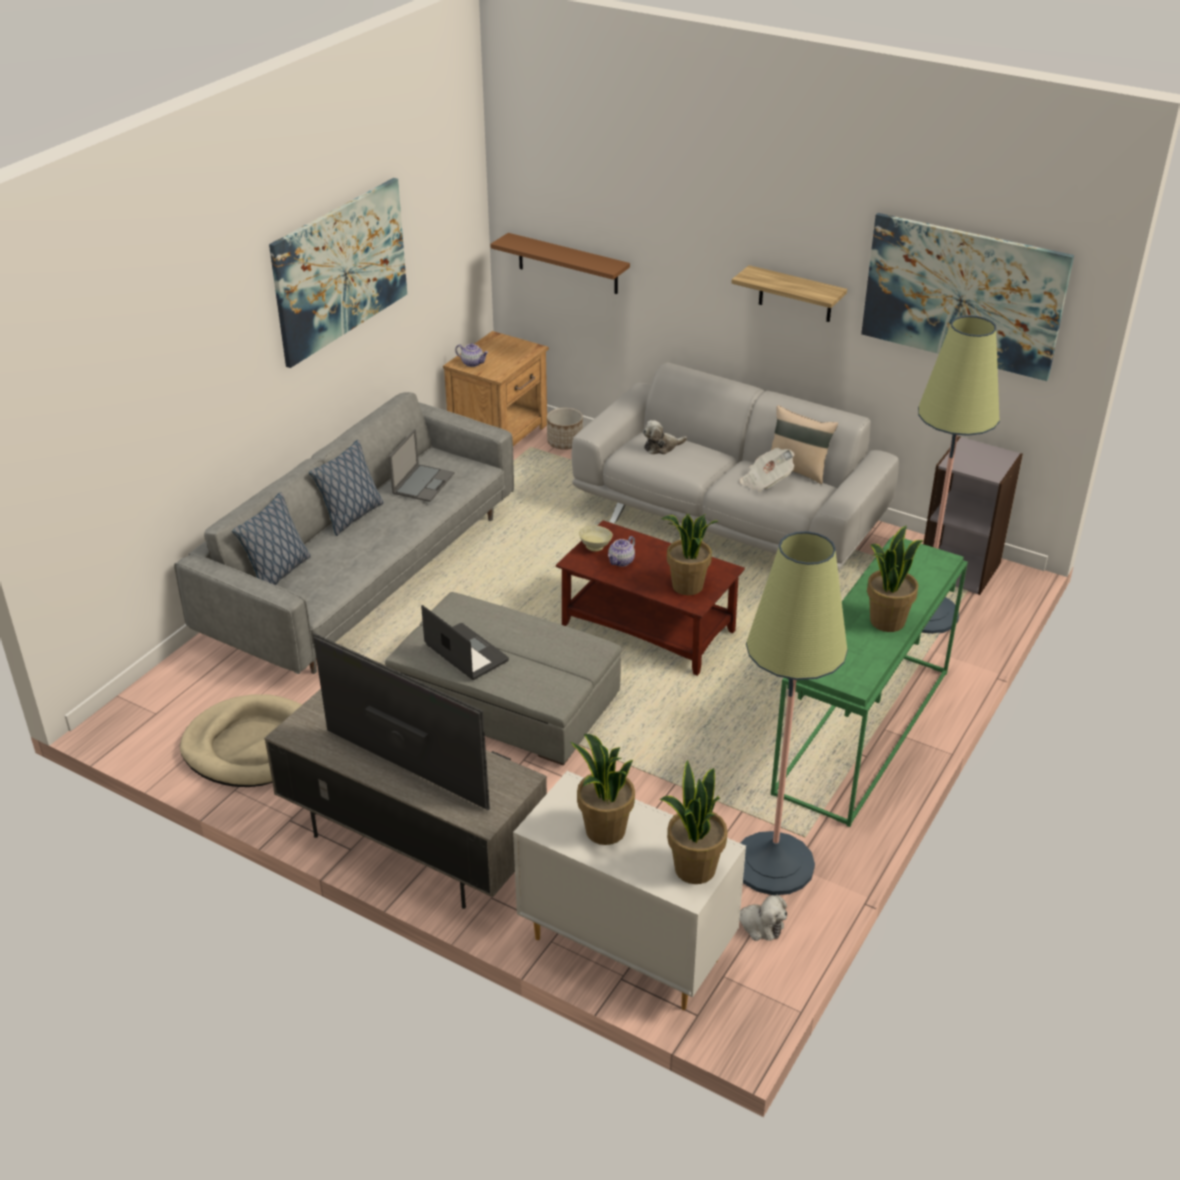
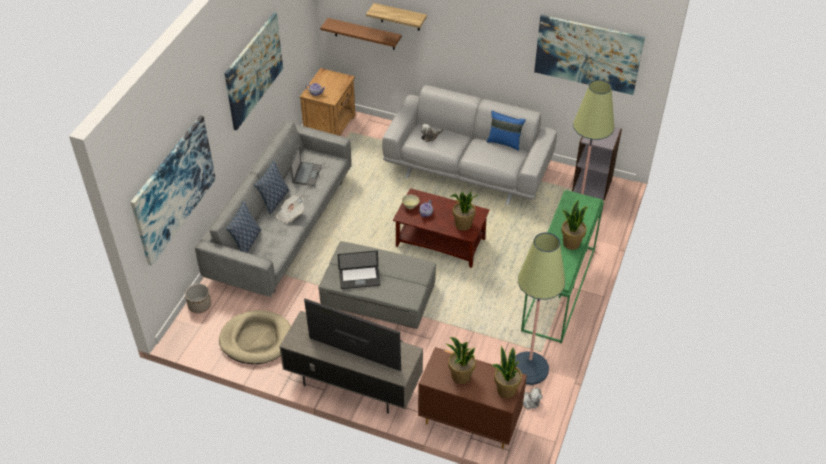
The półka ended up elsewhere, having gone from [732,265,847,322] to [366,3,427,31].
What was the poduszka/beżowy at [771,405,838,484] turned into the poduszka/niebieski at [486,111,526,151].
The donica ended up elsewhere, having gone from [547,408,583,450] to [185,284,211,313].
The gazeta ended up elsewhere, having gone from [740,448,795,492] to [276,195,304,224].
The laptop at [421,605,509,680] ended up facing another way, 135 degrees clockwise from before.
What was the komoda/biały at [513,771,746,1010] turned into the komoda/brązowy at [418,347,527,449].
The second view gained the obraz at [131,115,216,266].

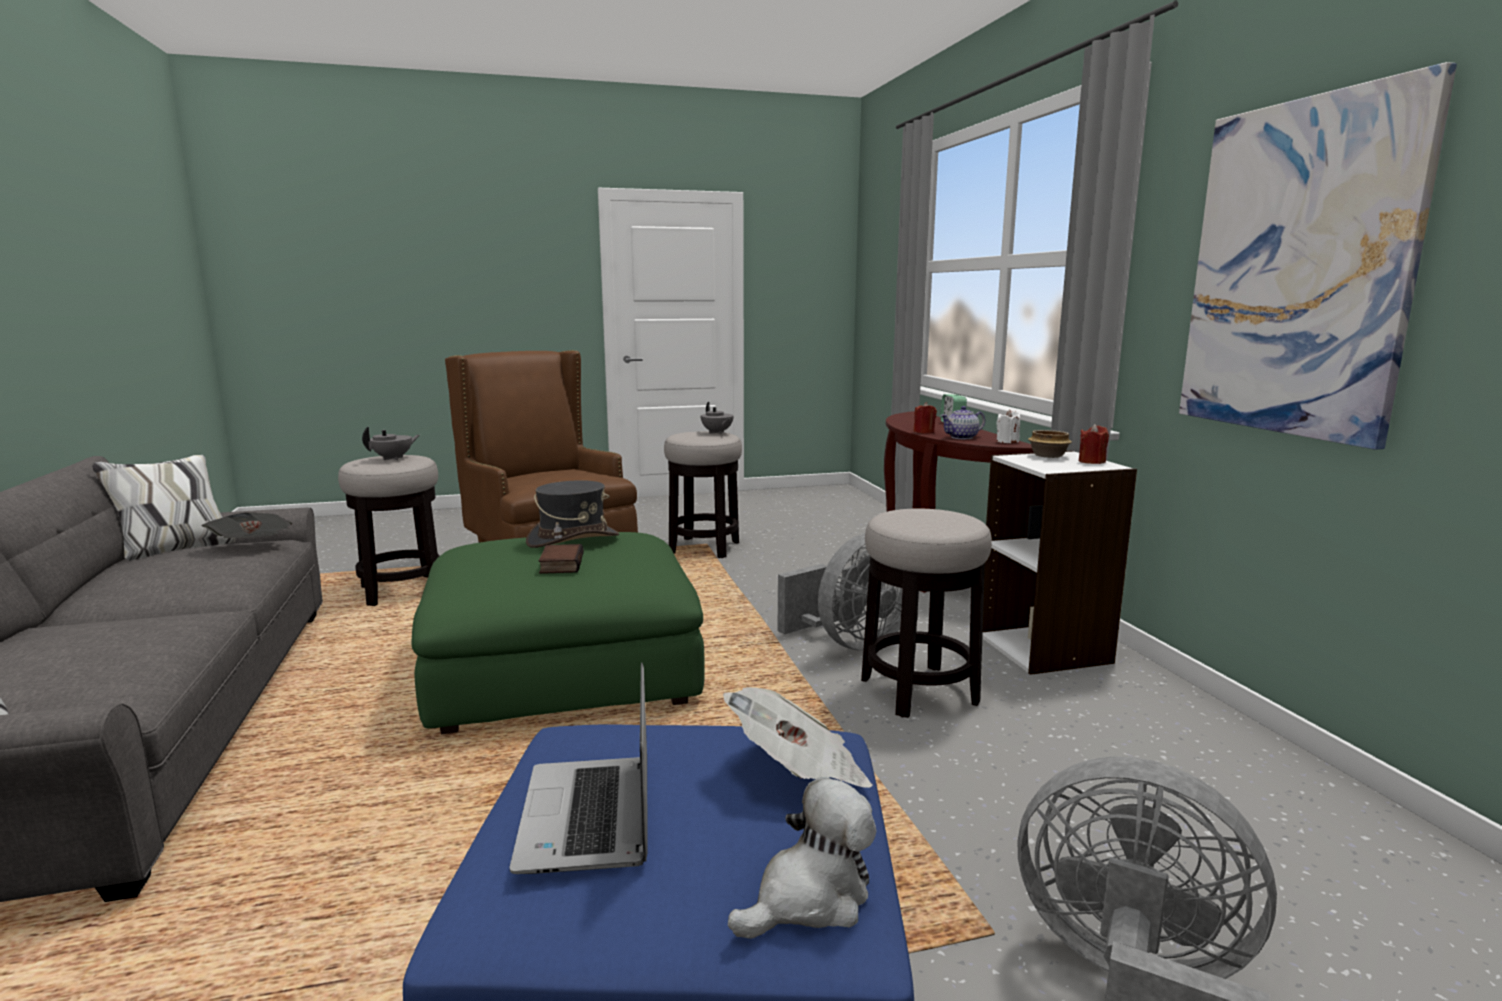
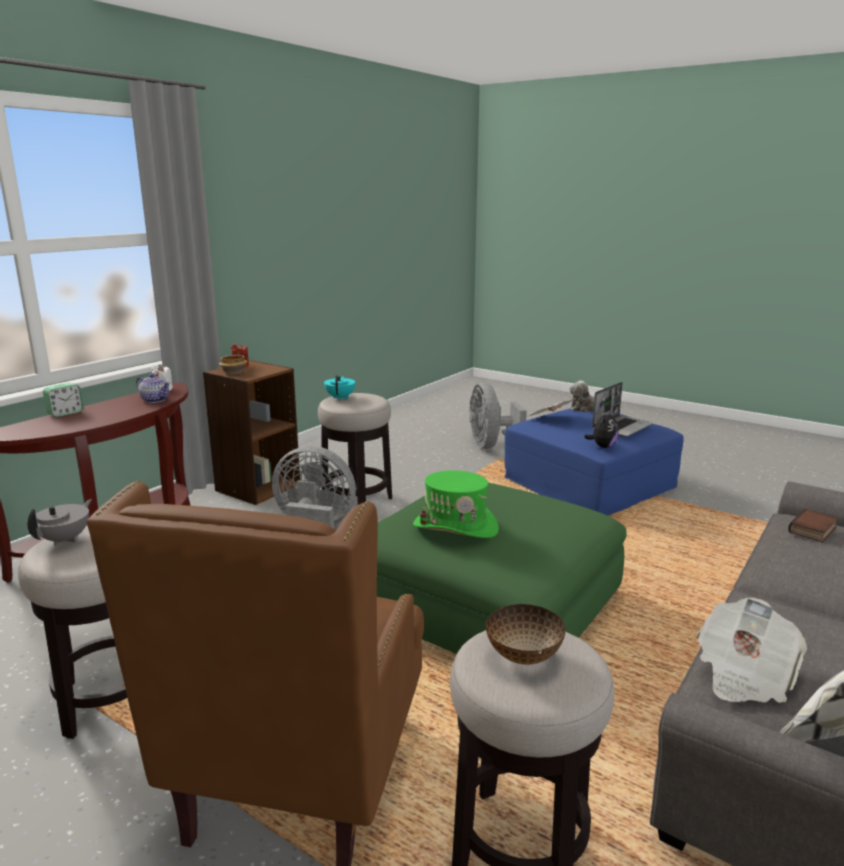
The second view lost the obraz at [1179,62,1457,450].
The second view lost the świeca/czerwony at [913,402,937,434].
Where the imbryk/szary stood at [362,427,420,460], the miska came to stand at [485,604,566,665].
What was the regał/biały at [982,451,1137,675] turned into the regał/brązowy at [203,360,300,505].
What was the kapelusz/szary at [526,480,619,548] turned into the kapelusz/zielony at [413,470,499,538].
The książka ended up elsewhere, having gone from [539,544,584,574] to [788,509,838,542].
The second view gained the imbryk/turkusowy at [324,375,355,400].
The second view gained the pluszak at [584,410,619,448].

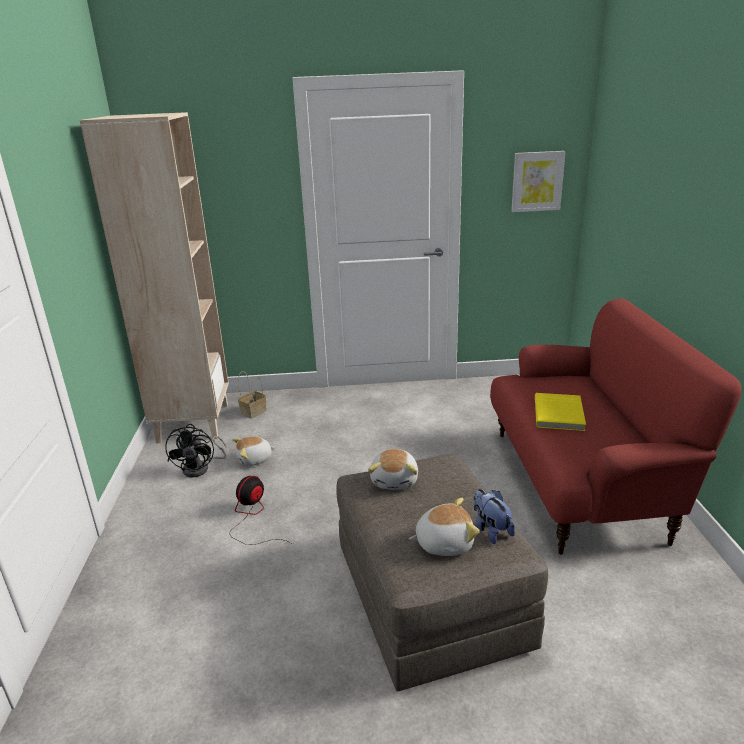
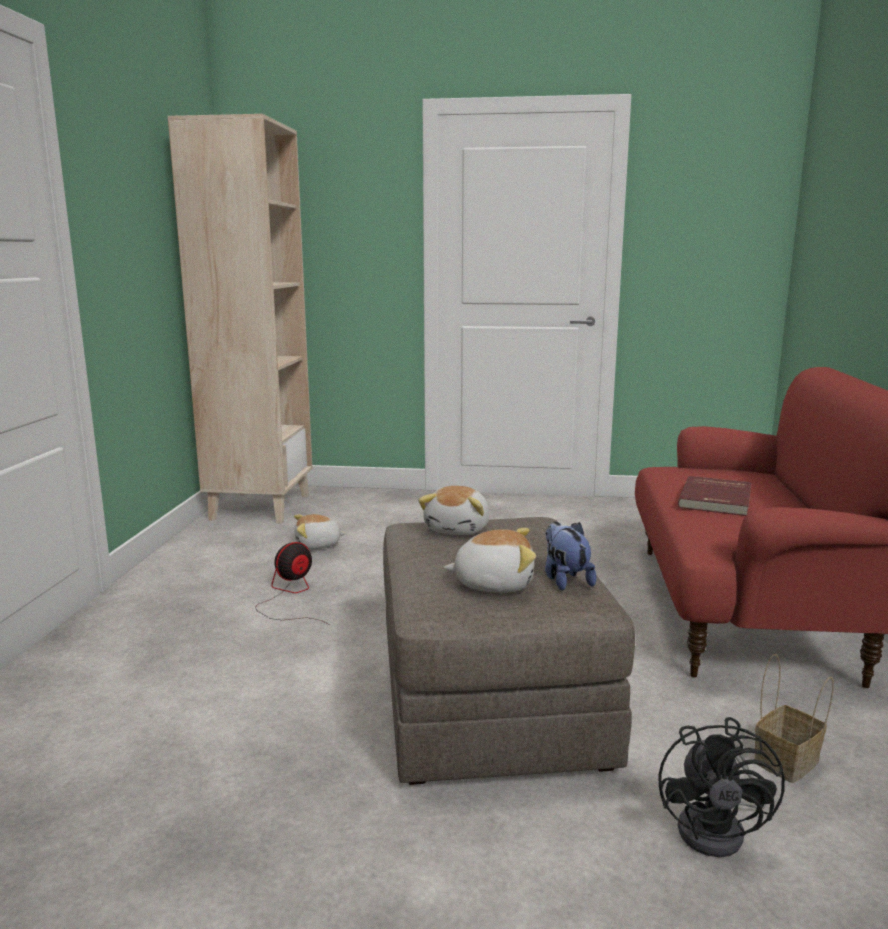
The second view lost the obraz at [511,151,566,212].
The koszyk ended up elsewhere, having gone from [238,371,267,418] to [754,654,834,783].
What was the książka/żółty at [535,393,586,431] turned into the książka/czerwony at [678,476,751,516].
The wentylator/czarny ended up elsewhere, having gone from [165,424,226,477] to [659,717,785,857].

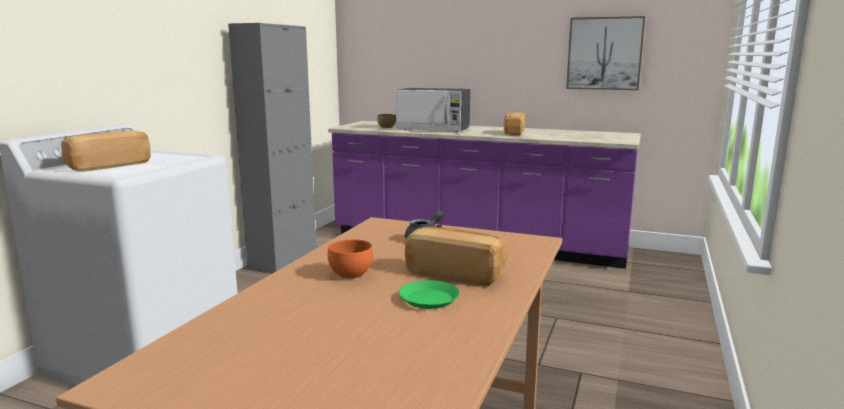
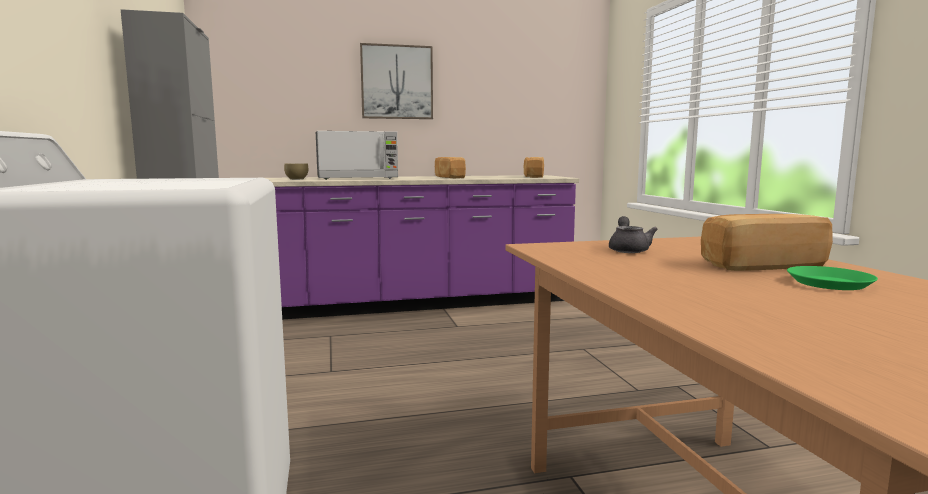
The obraz ended up elsewhere, having gone from [566,16,645,90] to [360,43,433,119].
The chleb ended up elsewhere, having gone from [61,131,150,172] to [524,157,544,178].
The second view lost the miska/pomarańczowy at [328,239,373,279].

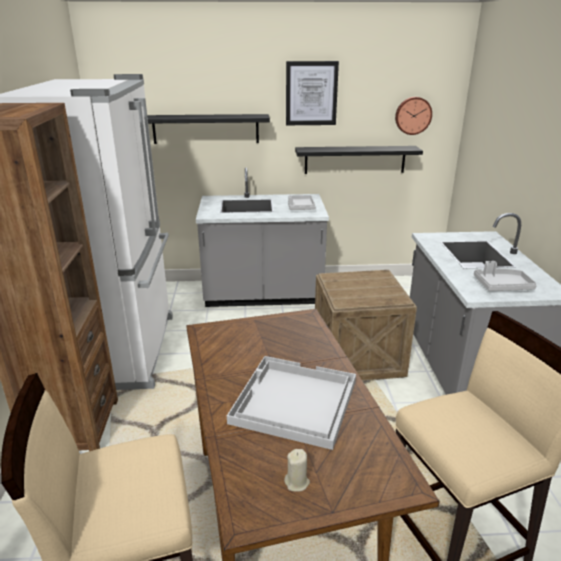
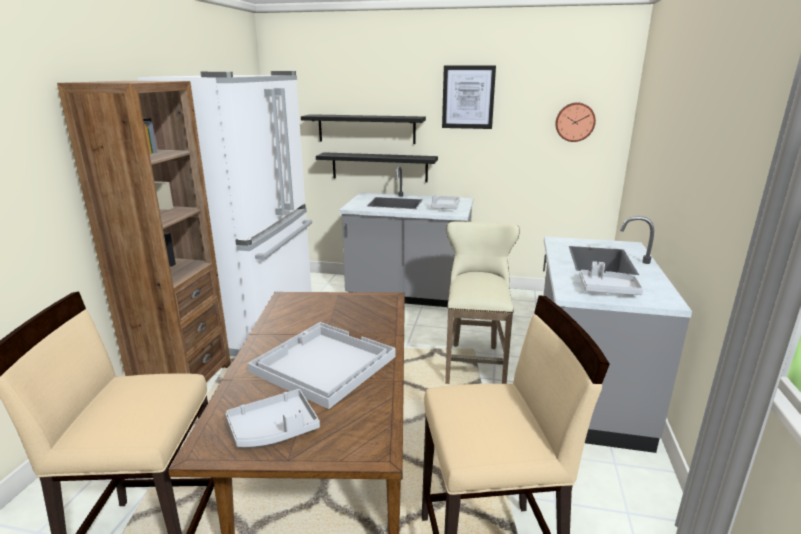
The półka/czarny ended up elsewhere, having gone from [295,146,423,174] to [316,152,438,182].
Where the skrzynka stood at [315,270,417,380], the stołek/beżowy came to stand at [445,221,520,384].
Where the świeca/beżowy stood at [284,449,310,492], the taca/szary came to stand at [226,389,320,447].

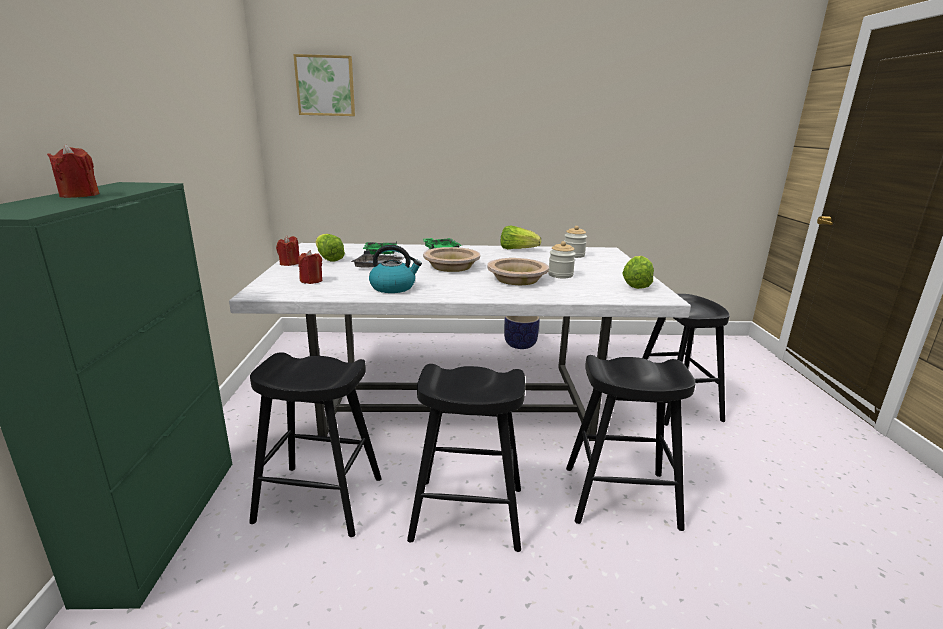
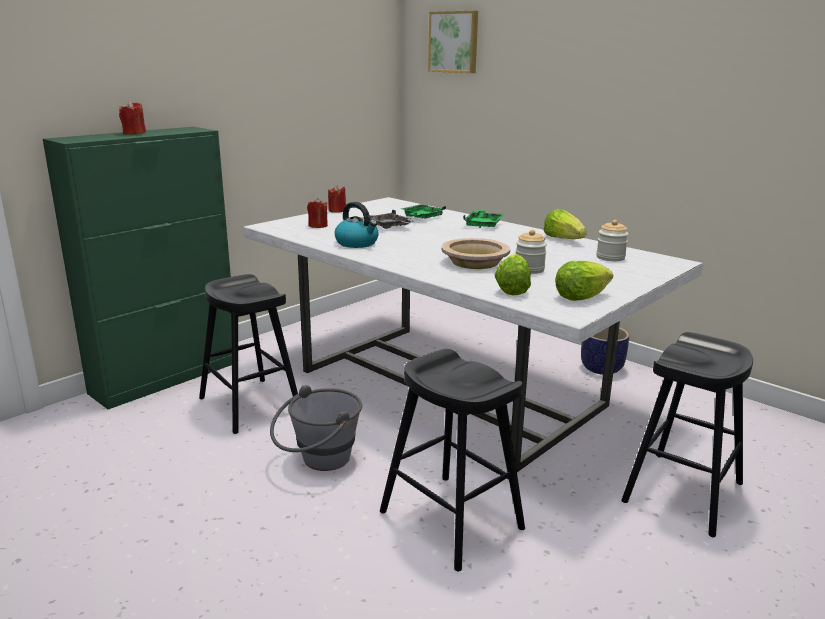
The sałata ended up elsewhere, having gone from [316,234,345,262] to [495,254,531,295].
The second view lost the miska/beżowy at [423,247,480,272].
Where the stołek/czarny stood at [407,364,525,552], the wiadro/szary came to stand at [270,385,362,471].

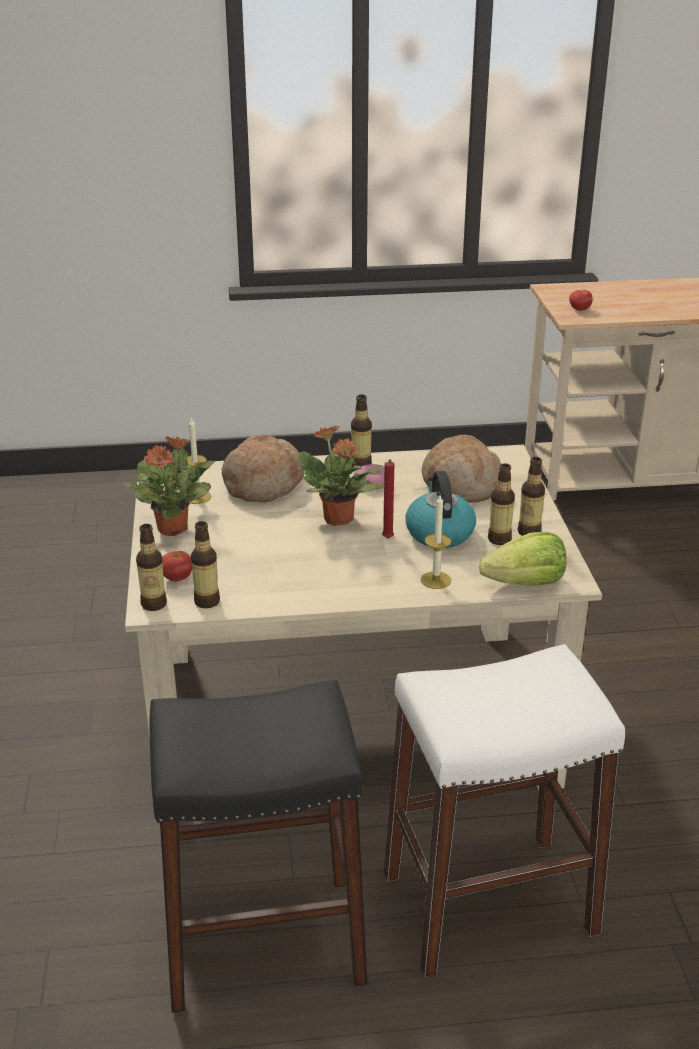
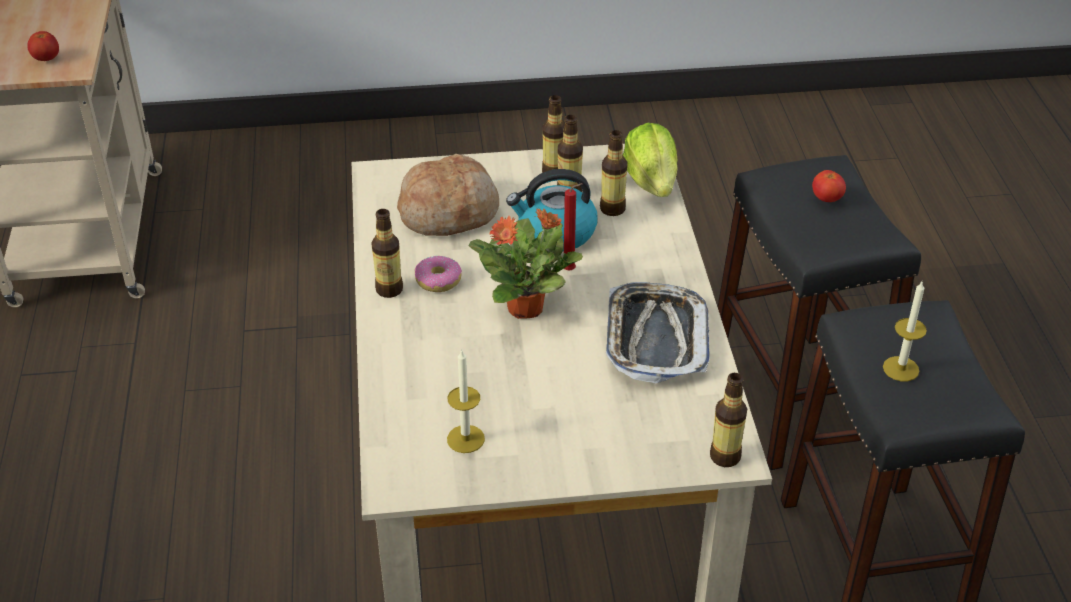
The second view lost the chleb at [222,434,305,502].
The second view lost the roślina doniczkowa at [124,436,214,536].
The świeca ended up elsewhere, having gone from [421,495,451,589] to [883,280,927,381].
The butelka ended up elsewhere, having gone from [191,521,220,608] to [600,130,628,216].
The pomidor ended up elsewhere, having gone from [162,551,192,581] to [812,170,846,202].
What was the stołek/biały at [384,644,625,977] turned into the stołek/czarny at [718,155,921,470].
The second view gained the taca at [606,282,710,383].

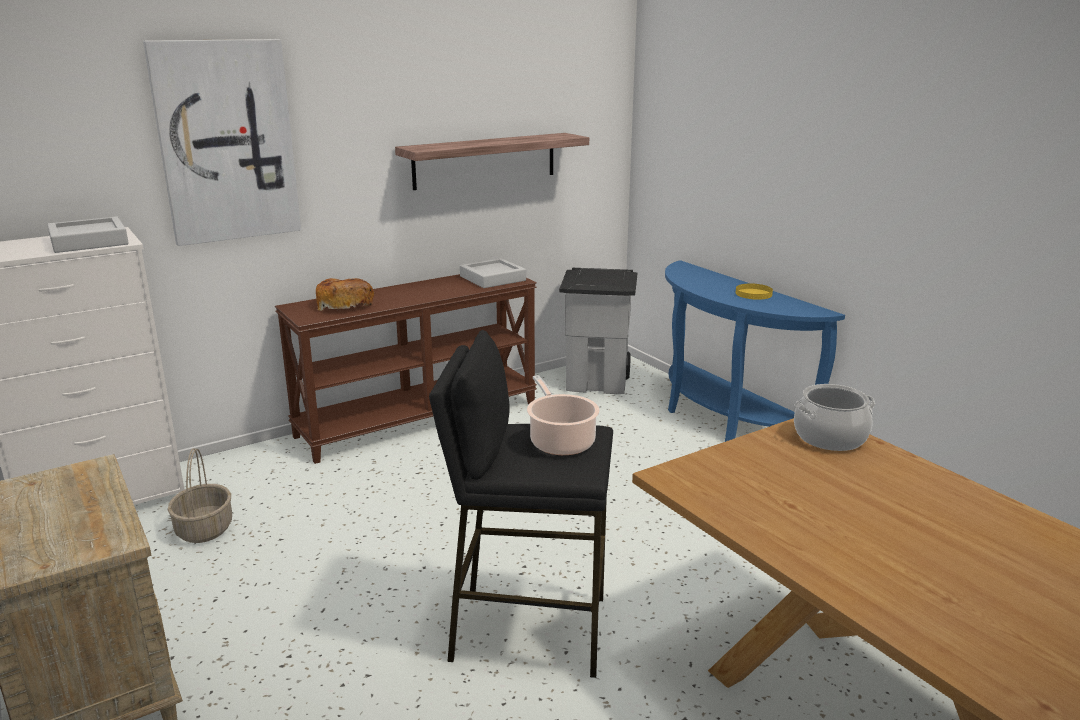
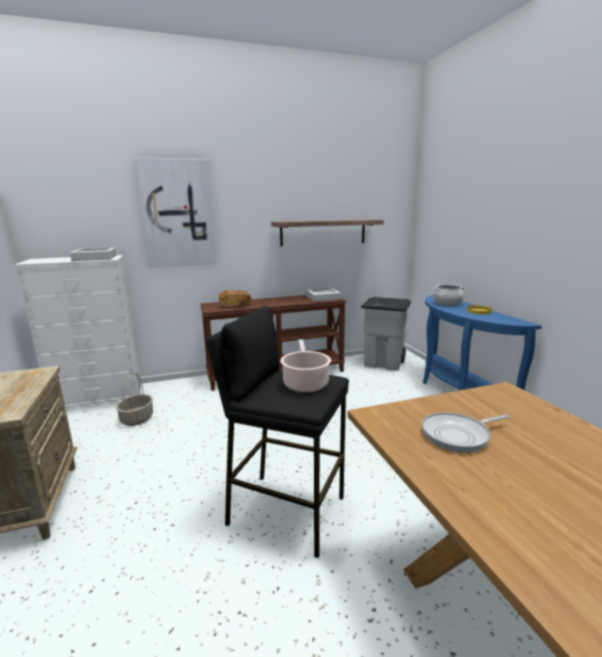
The garnek ended up elsewhere, having gone from [794,384,875,451] to [432,284,466,306].
The second view gained the patelnia at [422,412,510,453].

